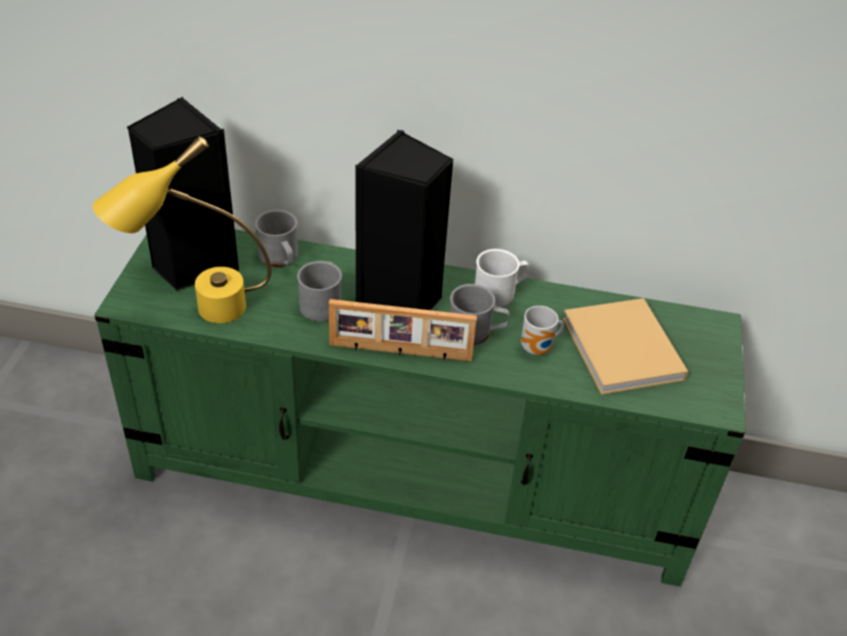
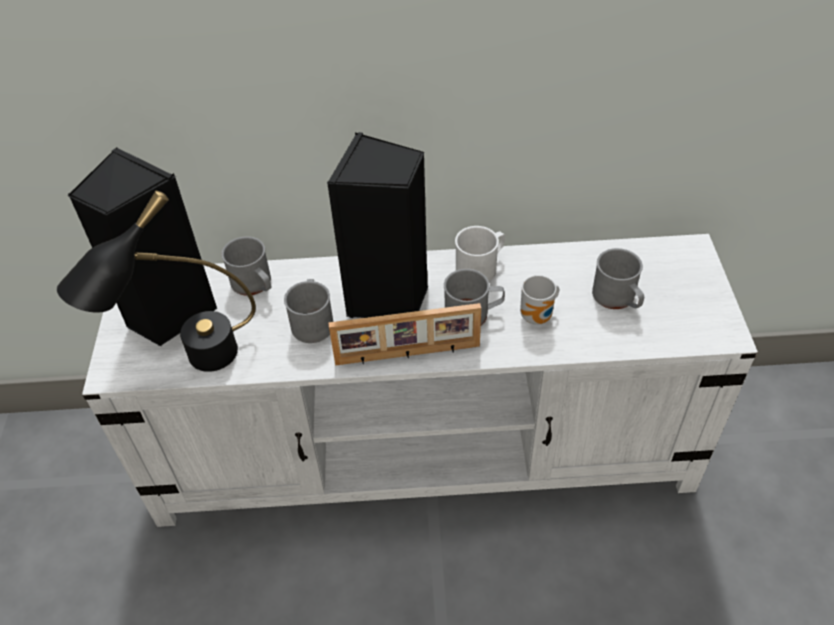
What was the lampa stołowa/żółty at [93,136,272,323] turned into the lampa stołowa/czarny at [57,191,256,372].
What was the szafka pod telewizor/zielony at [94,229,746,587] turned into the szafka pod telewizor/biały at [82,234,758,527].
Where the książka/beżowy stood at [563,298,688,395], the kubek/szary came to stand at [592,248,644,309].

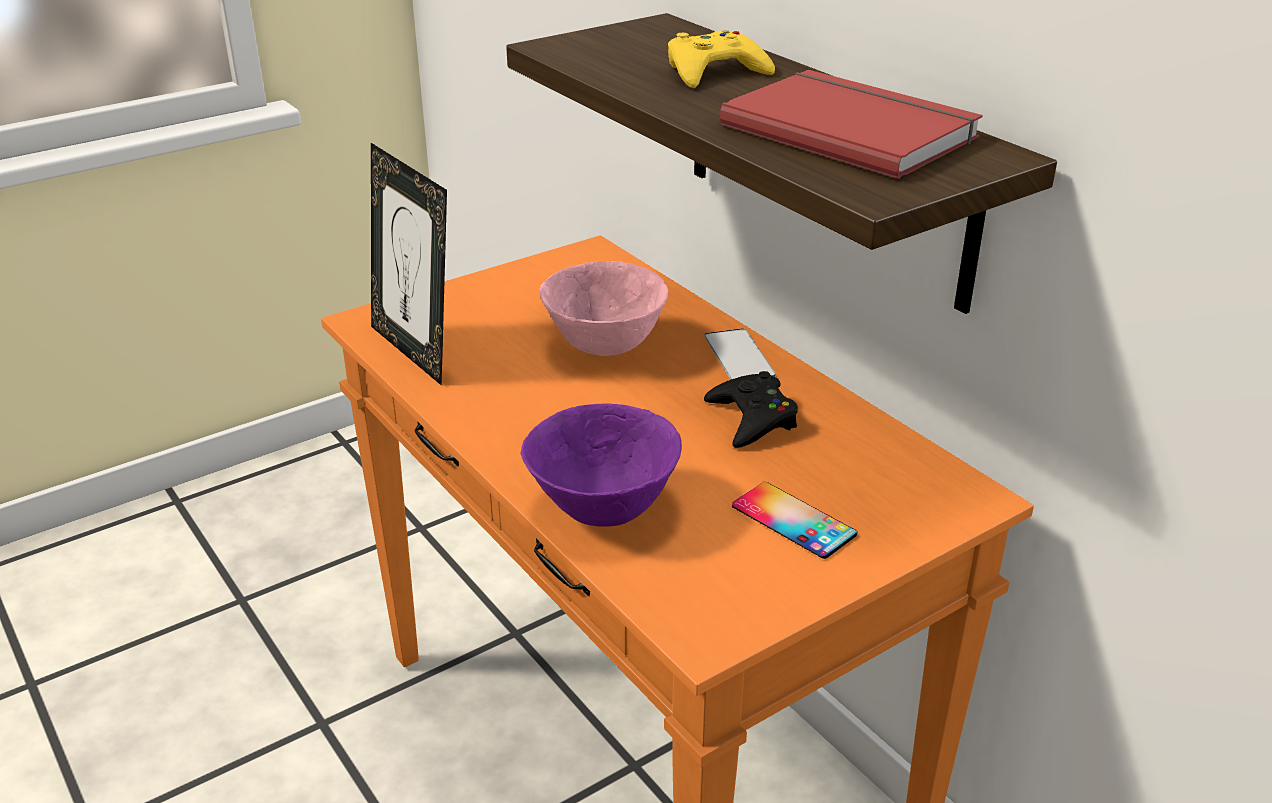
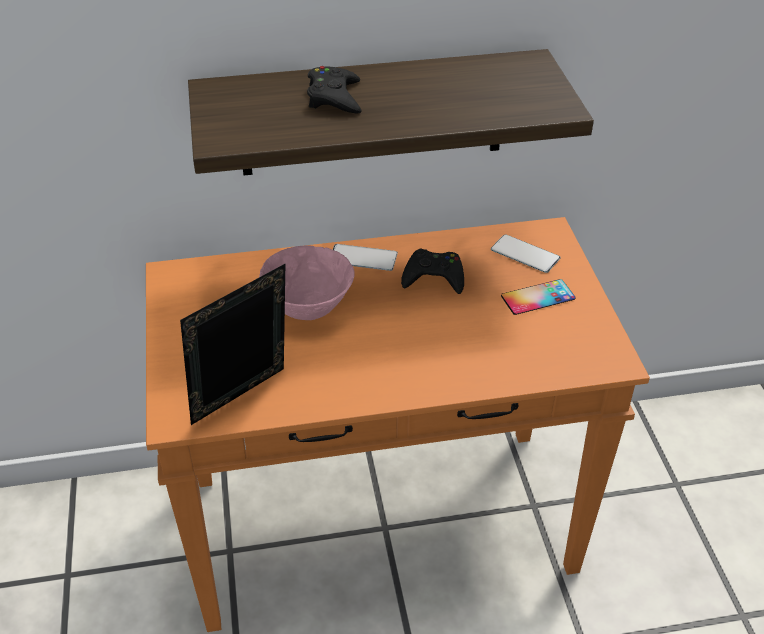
What was the pad do gier/żółty at [668,30,775,88] turned into the pad do gier/czarny at [307,66,362,114].
The second view lost the książka/czerwony at [720,70,983,179].
The ramka na zdjęcie at [371,143,447,385] ended up facing another way, 150 degrees clockwise from before.
The second view lost the miska/fioletowy at [520,403,682,526].
The second view gained the telefon at [491,234,561,273].

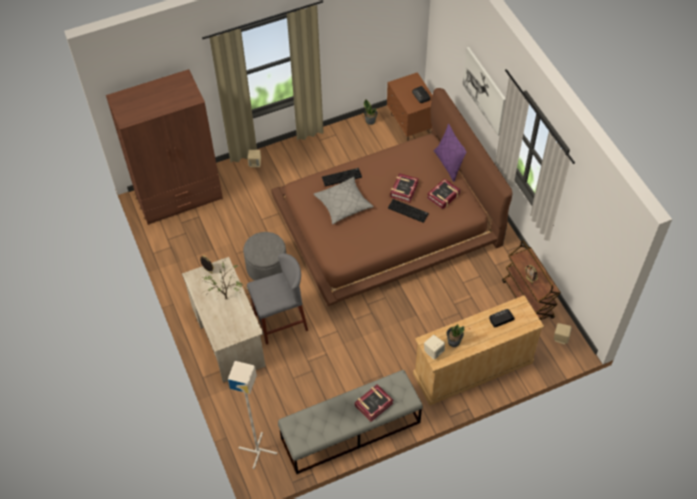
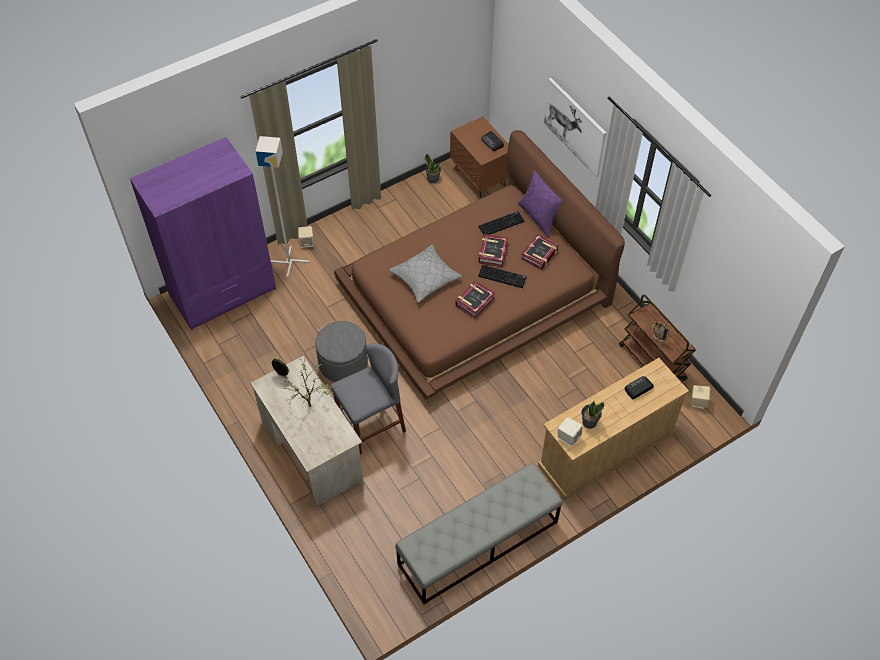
What was the szafa/brązowy at [106,69,223,225] turned into the szafa/fioletowy at [130,137,276,330].
The klawiatura ended up elsewhere, having gone from [322,168,362,187] to [479,211,524,235].
The lampa stojąca/szary ended up elsewhere, having gone from [228,361,277,469] to [255,136,309,278].
The książka ended up elsewhere, having gone from [355,384,393,422] to [455,281,495,318].

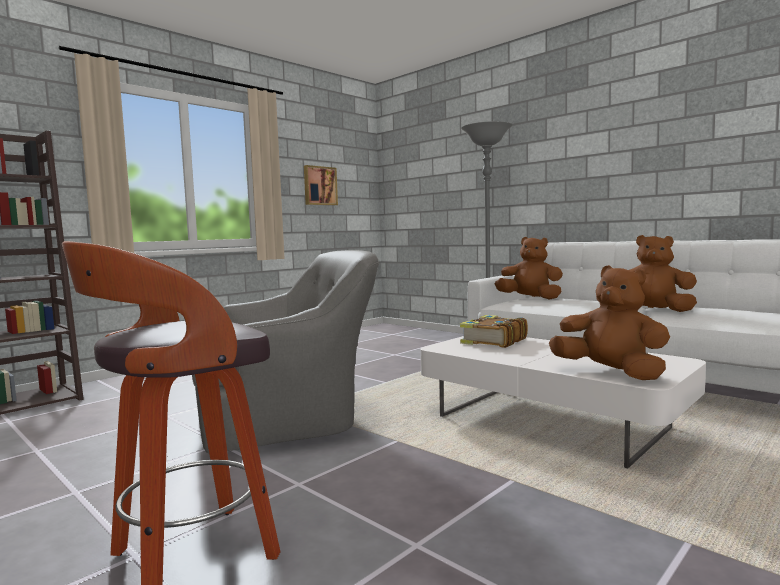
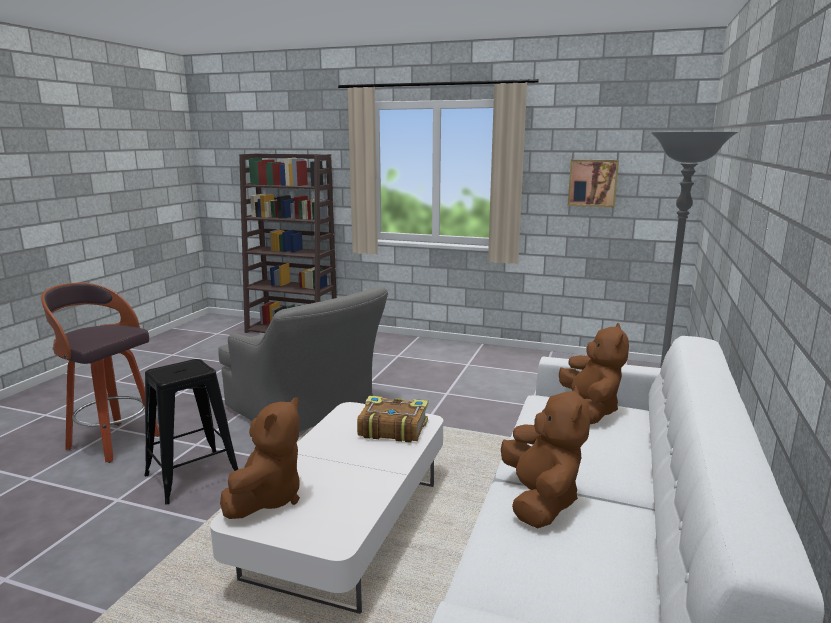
The second view gained the stołek/czarny at [144,359,239,504].

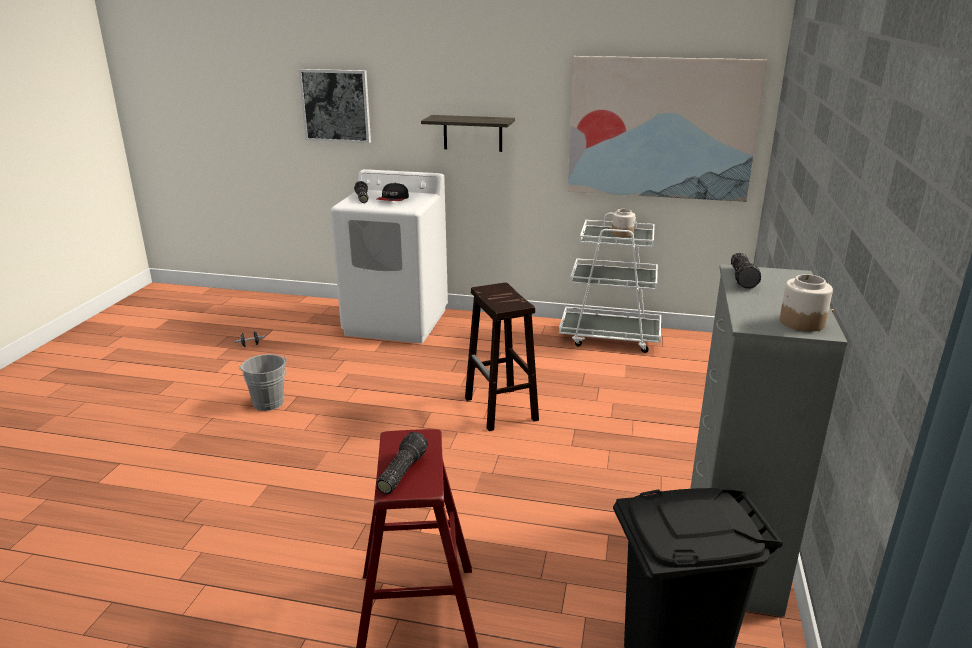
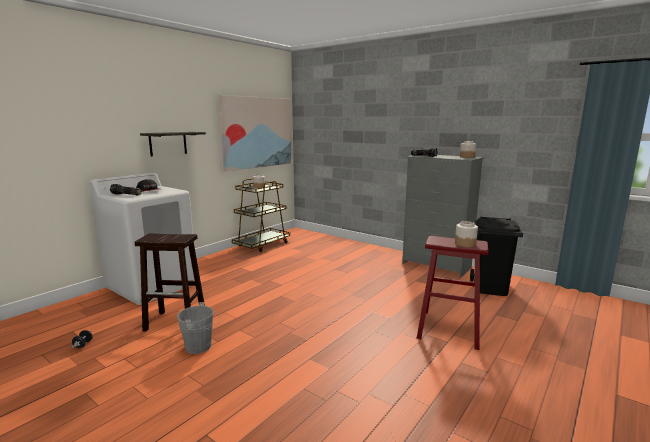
The second view lost the obraz at [298,69,371,143].
What was the wózek/biały at [559,213,661,353] turned into the wózek/brązowy at [232,178,290,252].
The stołek/brązowy ended up elsewhere, having gone from [465,282,539,431] to [135,233,205,332].
Where the latarka stood at [376,432,428,494], the słoik came to stand at [455,221,478,247].

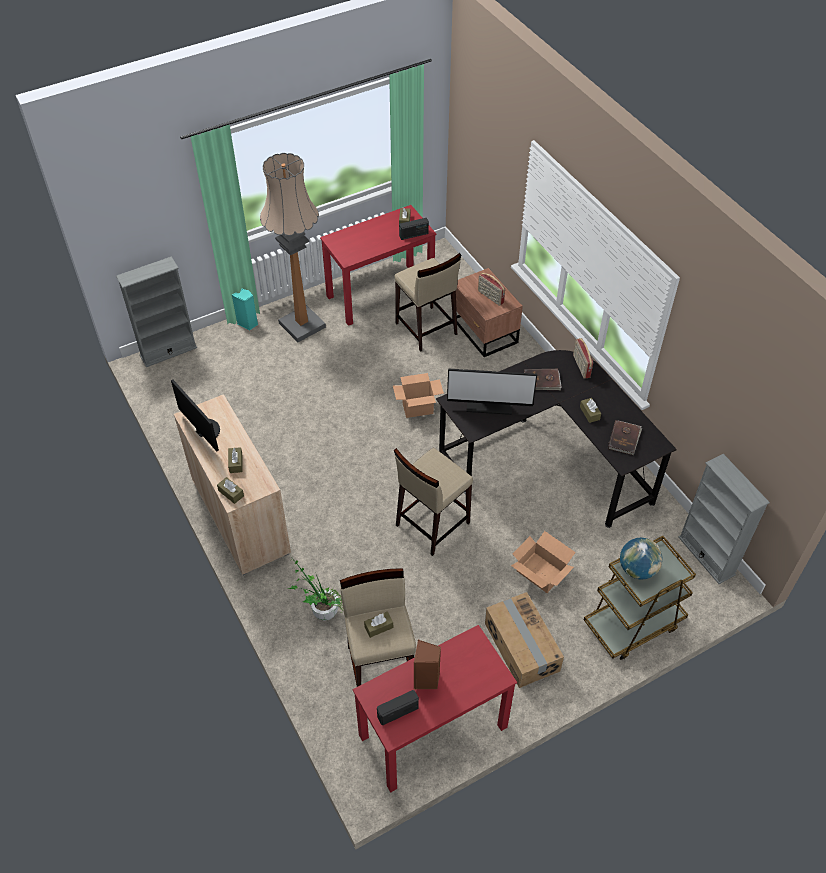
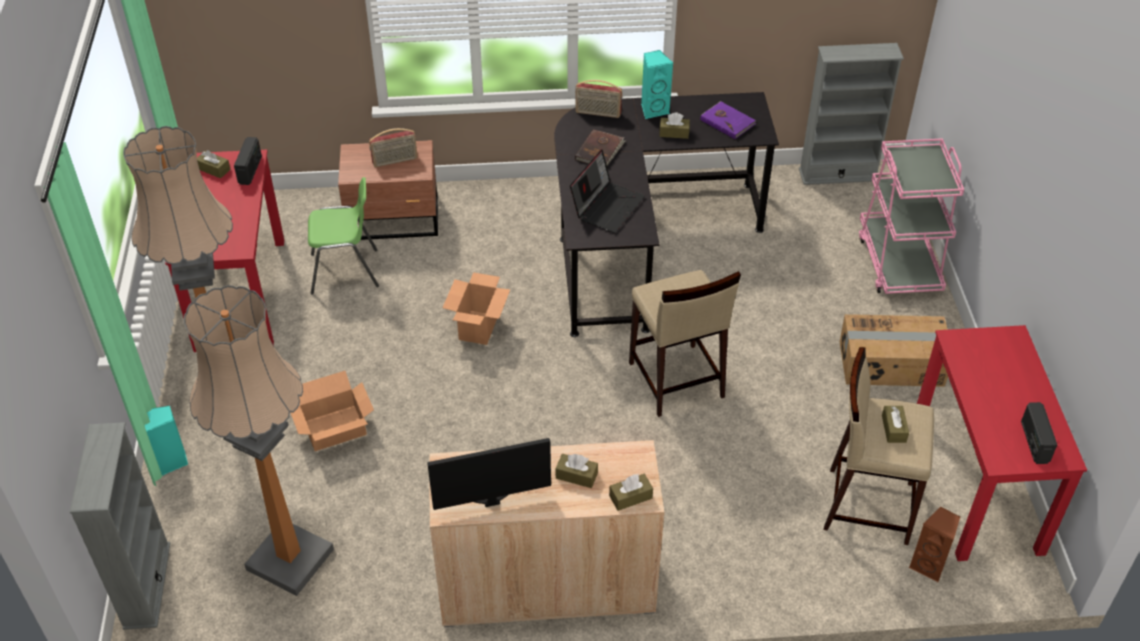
Where the stołek/beżowy stood at [395,253,461,352], the krzesło/zielony came to stand at [308,177,379,294].
Where the monitor stood at [447,368,537,415], the laptop came to stand at [570,149,645,233].
What was the książka/brązowy at [608,420,642,455] turned into the książka/fioletowy at [700,101,756,139].
The karton ended up elsewhere, having gone from [511,531,576,593] to [290,371,374,451].
What was the wózek/brązowy at [584,536,696,660] turned into the wózek/różowy at [859,138,964,294].
The second view lost the globus at [620,538,663,580].
The second view lost the roślina doniczkowa at [289,559,343,621].
The głośnik/brązowy ended up elsewhere, having gone from [414,640,441,690] to [909,507,960,582].
The second view gained the głośnik/turkusowy at [641,50,673,119].
The second view gained the lampa stojąca at [184,285,334,596].

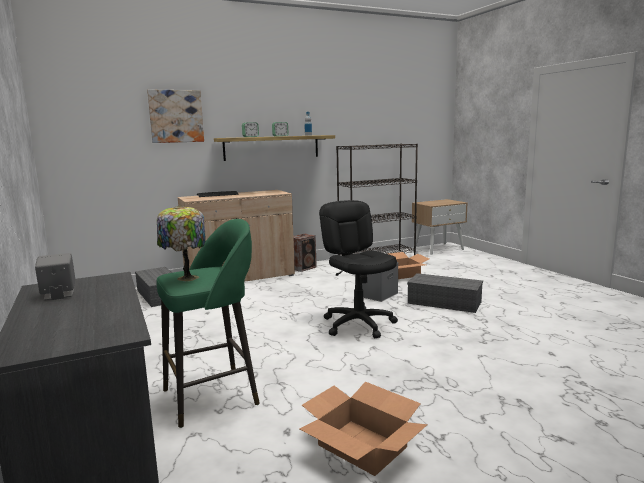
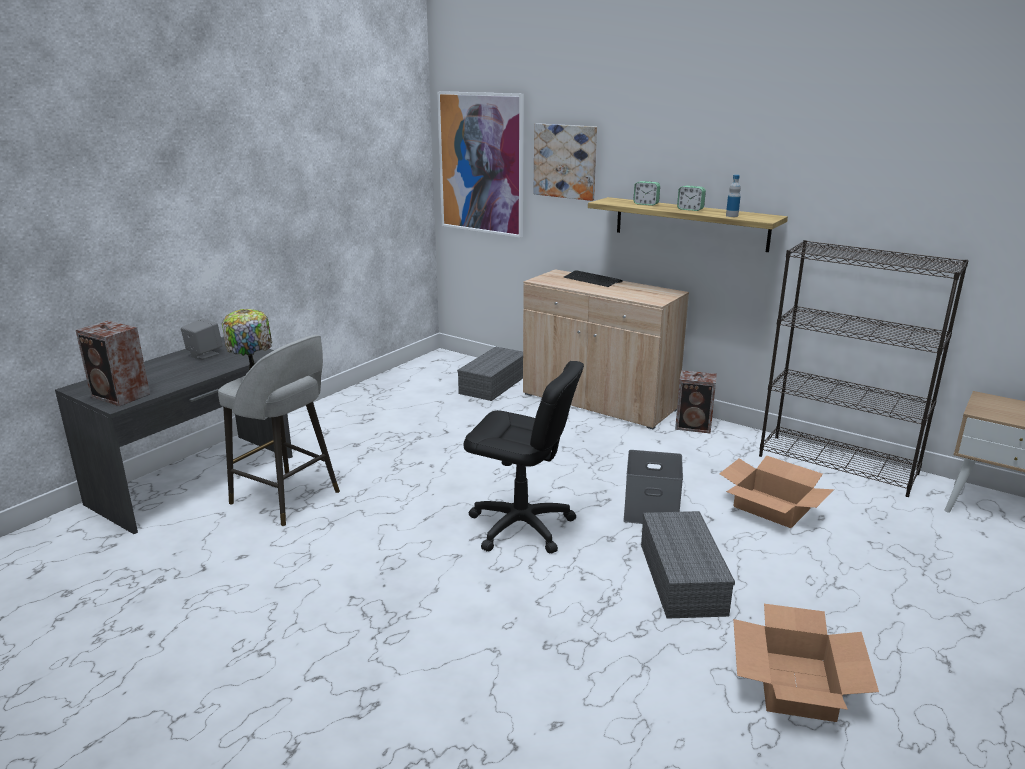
The krzesło biurowe/czarny at [319,200,398,338] ended up facing another way, 75 degrees clockwise from before.
What was the stołek/zielony at [156,219,260,428] turned into the stołek/szary at [218,335,340,526].
The karton ended up elsewhere, having gone from [300,382,428,476] to [733,604,879,722].
The second view gained the obraz at [437,91,524,238].
The second view gained the głośnik at [76,321,150,406].

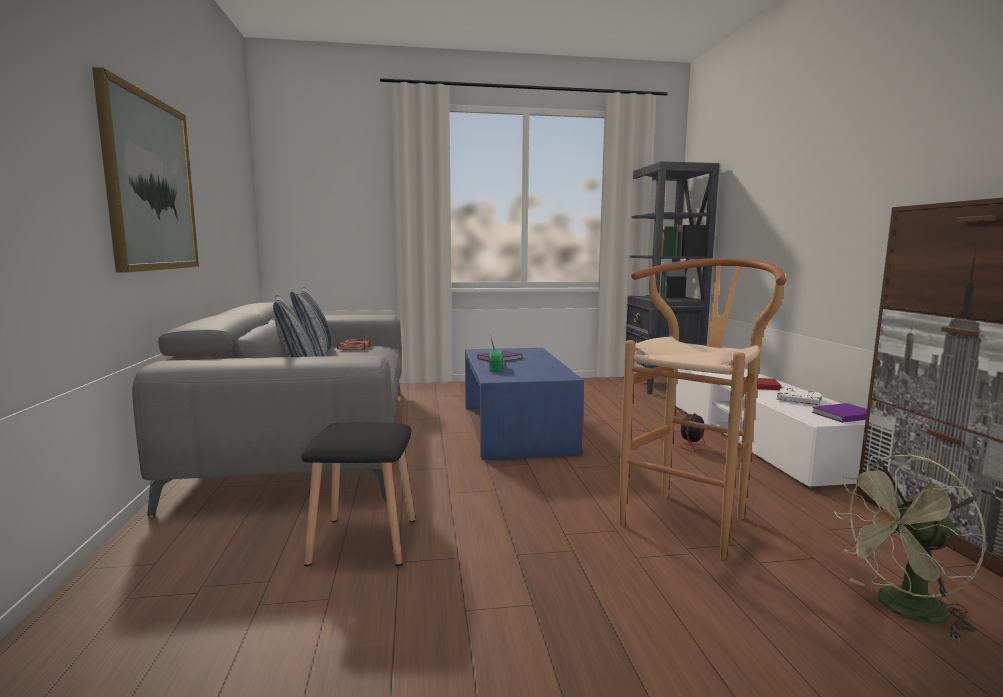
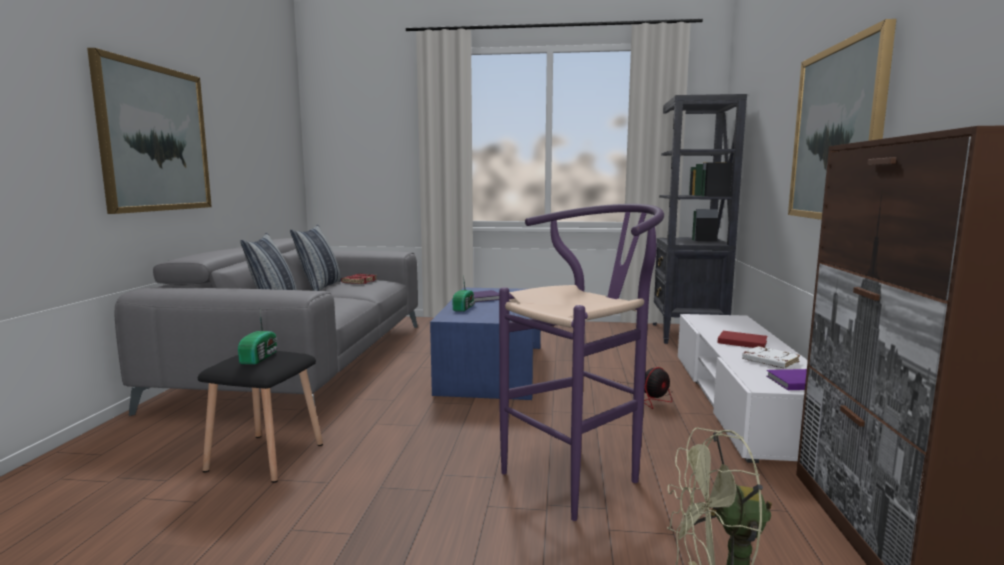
What was the stołek/brązowy at [619,258,786,560] turned into the stołek/fioletowy at [499,204,664,521].
The second view gained the obraz at [788,19,896,220].
The second view gained the radio at [238,310,278,365].

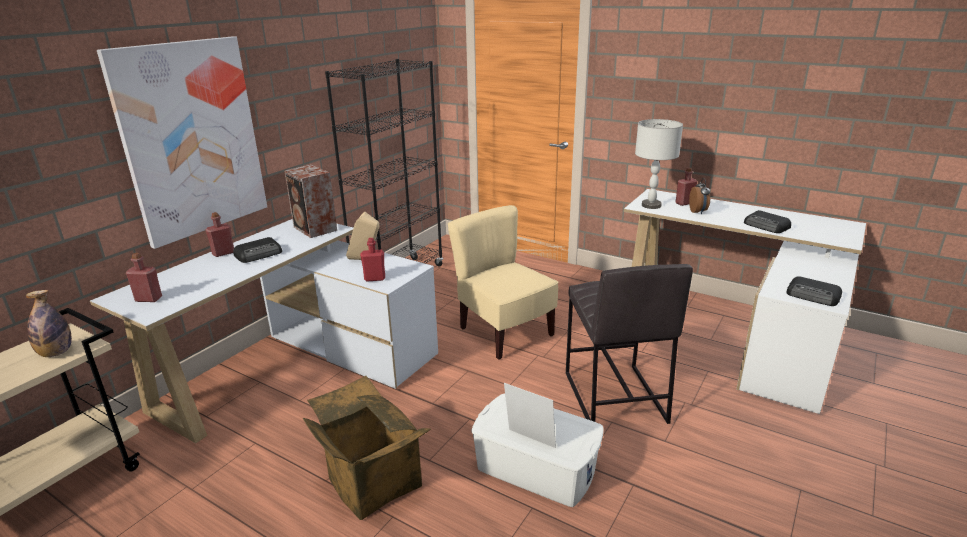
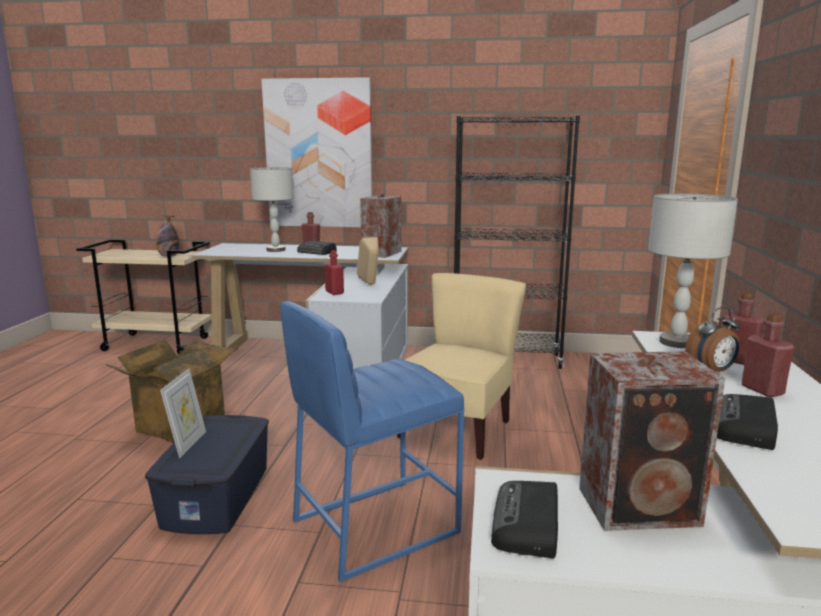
The butelka/czerwony ended up elsewhere, having gone from [126,253,162,302] to [741,313,794,397].
What was the stołek/szary at [566,264,693,424] turned into the stołek/niebieski at [280,301,464,582].
What was the pojemnik do przechowywania/biały at [472,394,604,507] turned into the pojemnik do przechowywania/niebieski at [145,415,269,534].
The second view gained the lampa stołowa/szary at [250,167,294,252].
The second view gained the głośnik at [579,351,725,531].

